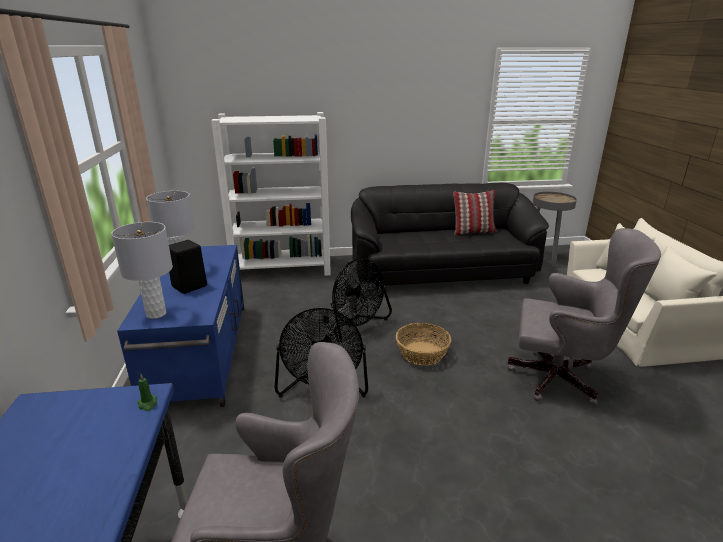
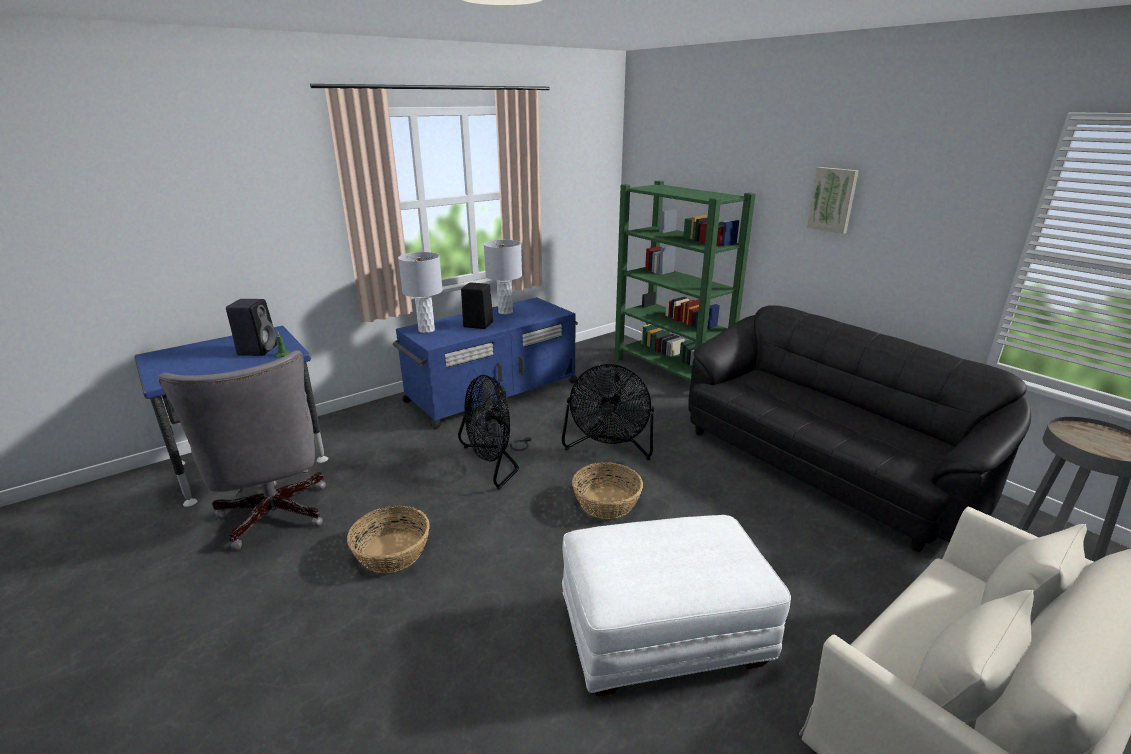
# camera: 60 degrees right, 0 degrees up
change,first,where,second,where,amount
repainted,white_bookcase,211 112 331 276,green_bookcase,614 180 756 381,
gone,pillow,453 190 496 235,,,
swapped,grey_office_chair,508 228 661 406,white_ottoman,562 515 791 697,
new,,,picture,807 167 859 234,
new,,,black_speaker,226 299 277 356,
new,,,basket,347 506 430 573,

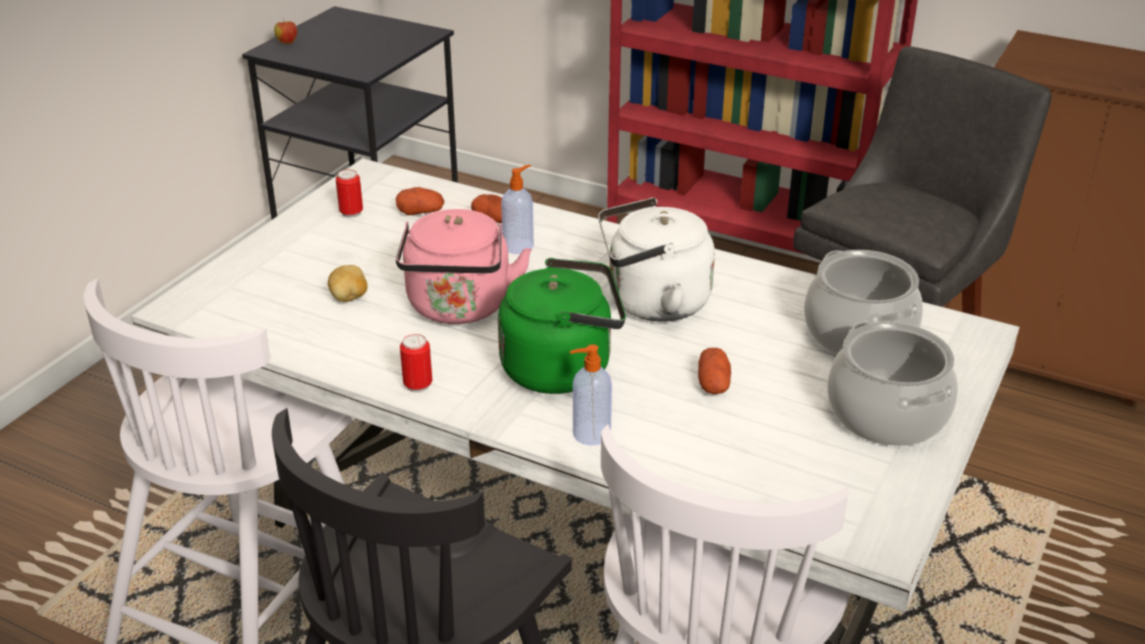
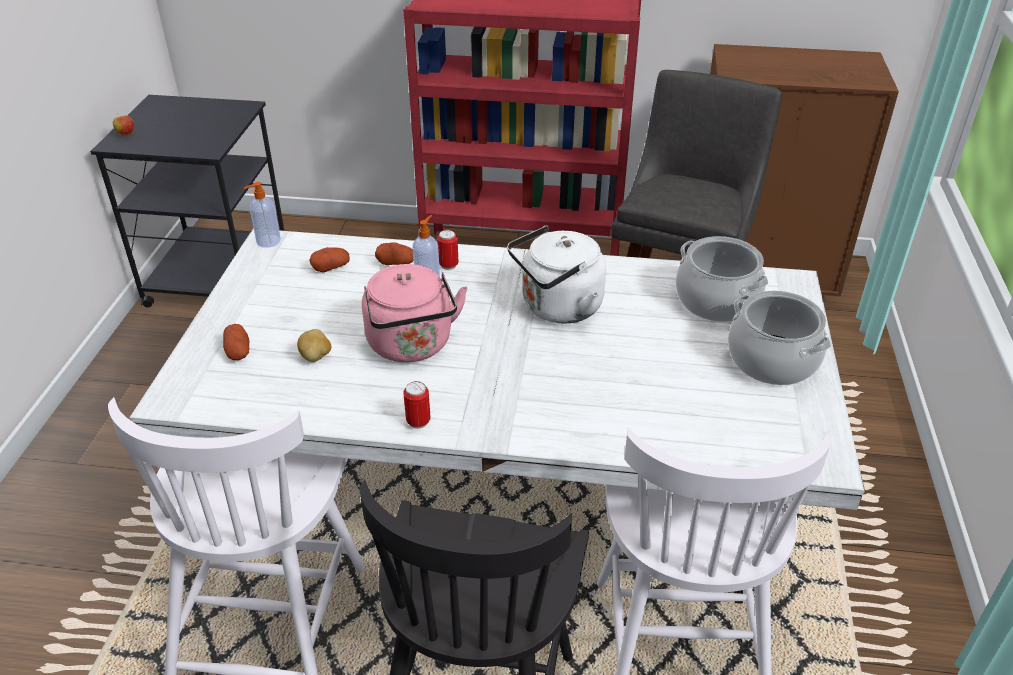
# camera: 20 degrees left, 5 degrees up
change,first,where,second,where,amount
shifted,can,336 169 363 218,,437 230 458 270,
gone,green_kettle,498 258 626 394,,,
shifted,soap_dispenser,570 344 612 445,,244 182 281 248,
shifted,potato,698 348 731 394,,223 324 249 360,

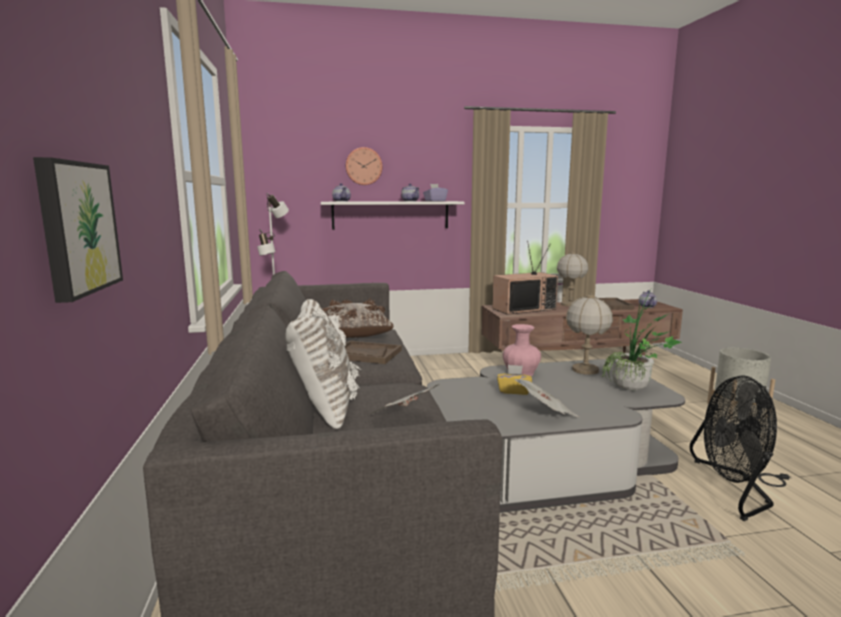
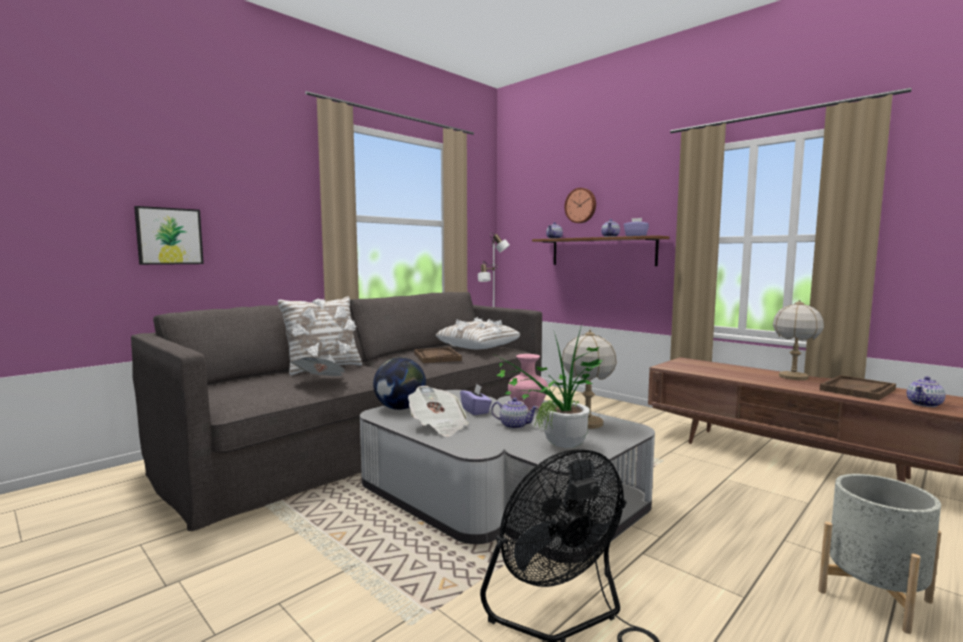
# camera: 55 degrees right, 5 degrees down
change,first,where,second,where,amount
repainted,white_shelf,321 201 465 230,brown_shelf,532 235 669 266,
gone,television,492 241 558 315,,,
repainted,brown_pillow,322 298 393 338,white_pillow,436 317 520 349,
repainted,yellow_tissue_box,497 365 532 395,purple_tissue_box,460 384 492 415,
new,,,globe,373 357 426 410,
new,,,teapot,491 398 539 429,

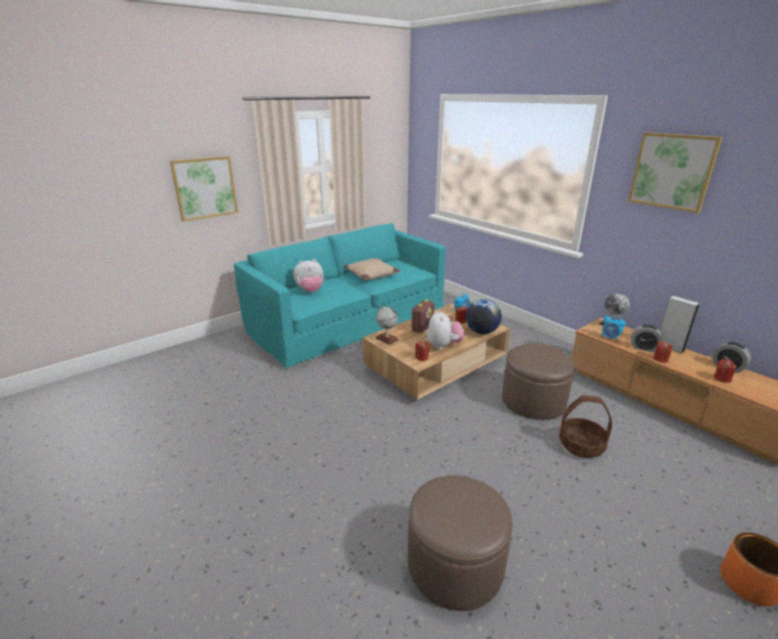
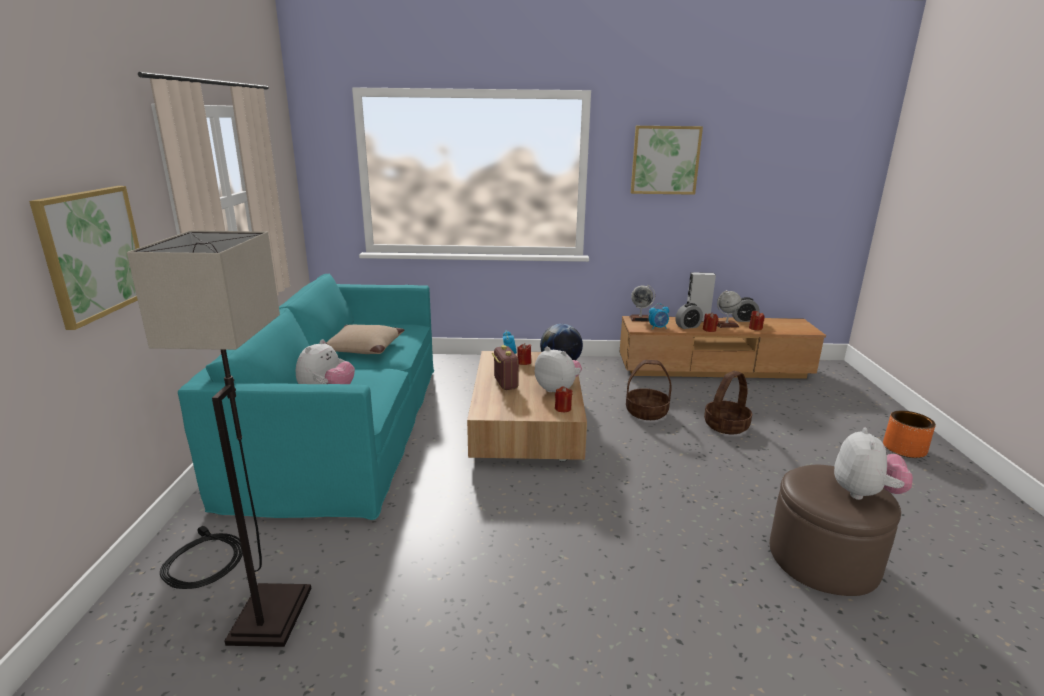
# camera: 50 degrees left, 5 degrees down
change,first,where,second,where,amount
shifted,globe,376 306 399 345,,717 290 742 328,
swapped,brown_ottoman,502 344 575 420,basket,626 360 672 420,
new,,,floor_lamp,127 231 311 647,
new,,,plush_toy,834 427 913 500,

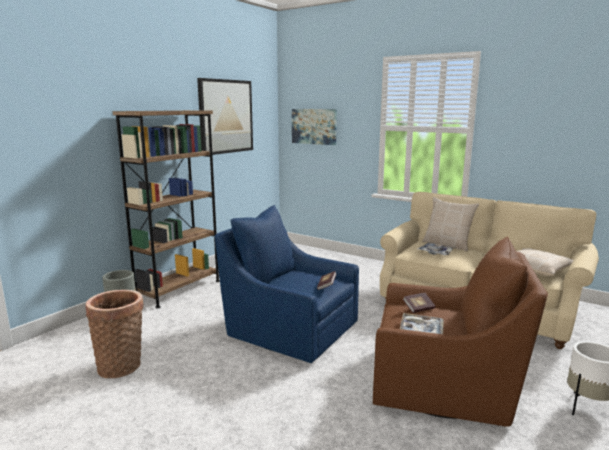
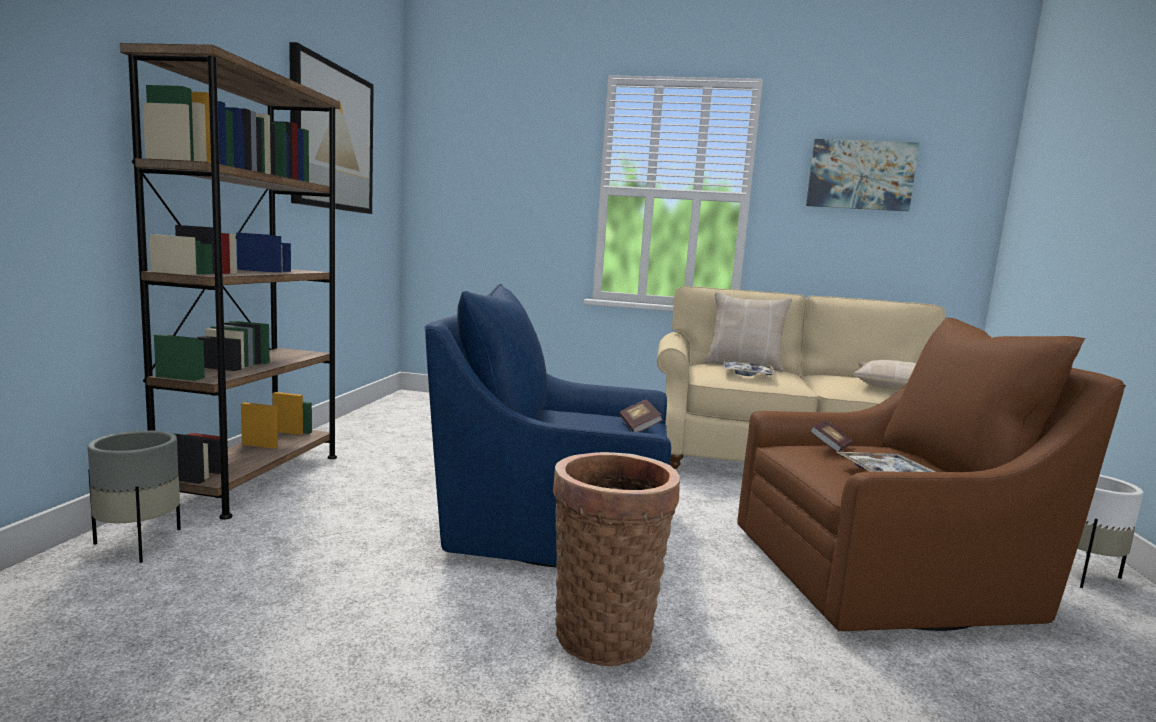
# camera: 25 degrees left, 5 degrees down
change,first,where,second,where,amount
shifted,picture,292 109 337 145,,806 139 920 211,
shifted,basket,85 290 144 378,,553 452 680 666,

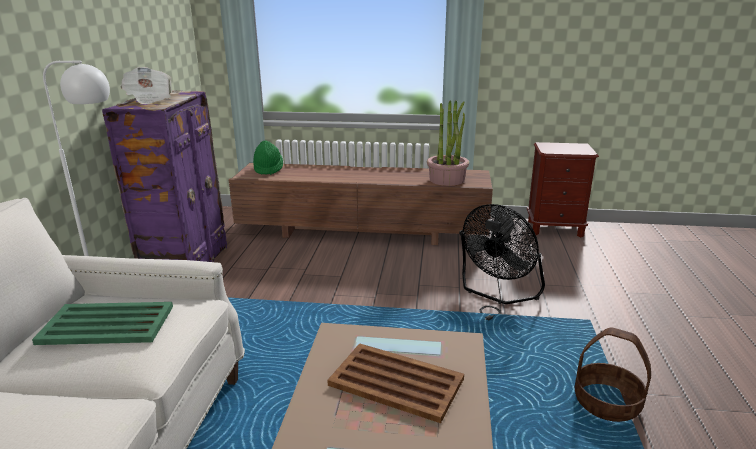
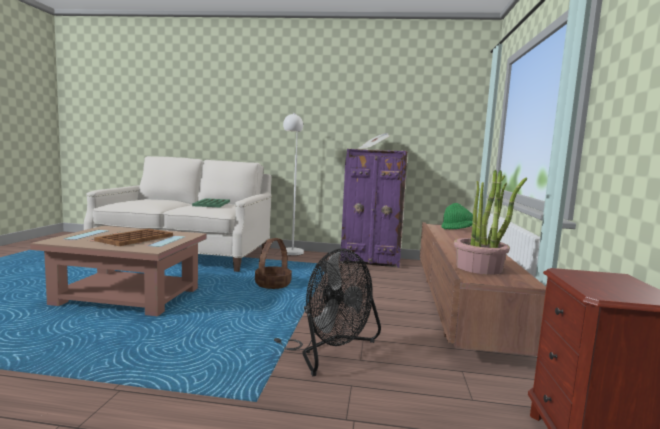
# camera: 90 degrees right, 15 degrees down
change,first,where,second,where,amount
shifted,basket,575 328 651 422,,255 238 292 289,

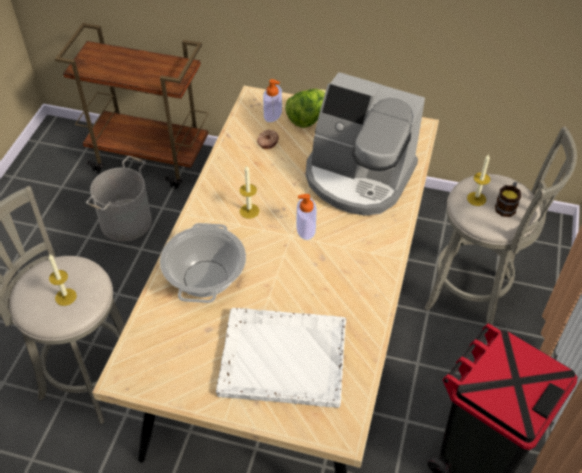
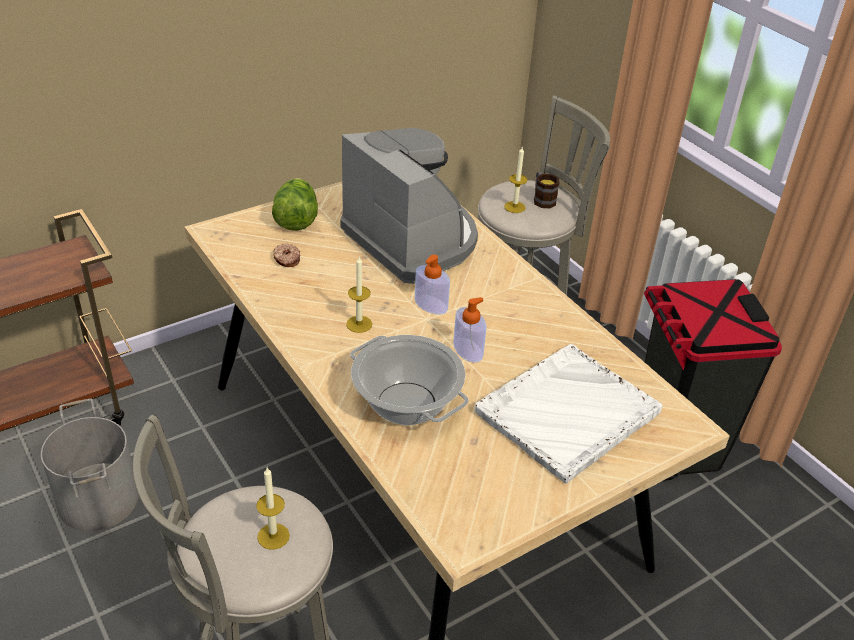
# camera: 50 degrees left, 10 degrees down
change,first,where,second,where,amount
rotated,coffee_machine,306 72 425 216,,340 128 478 284,105 degrees counterclockwise
shifted,soap_dispenser,263 79 282 122,,453 297 487 363,

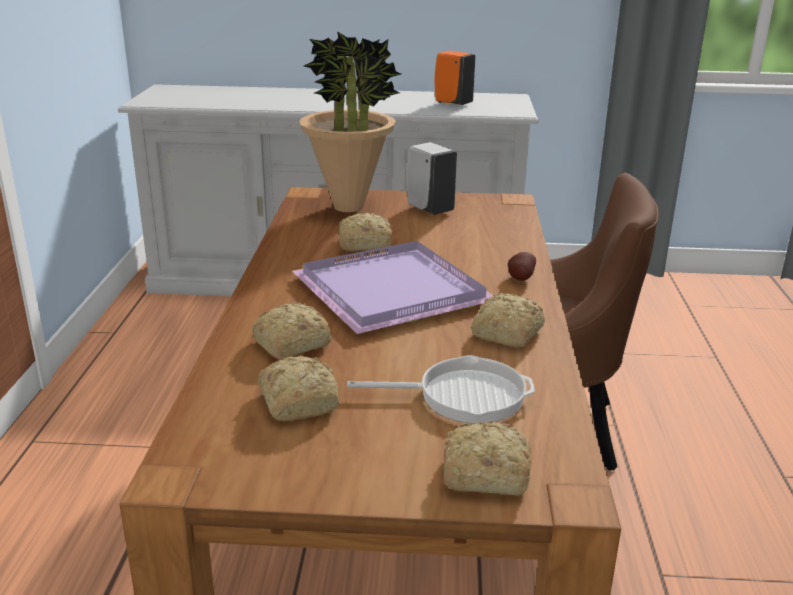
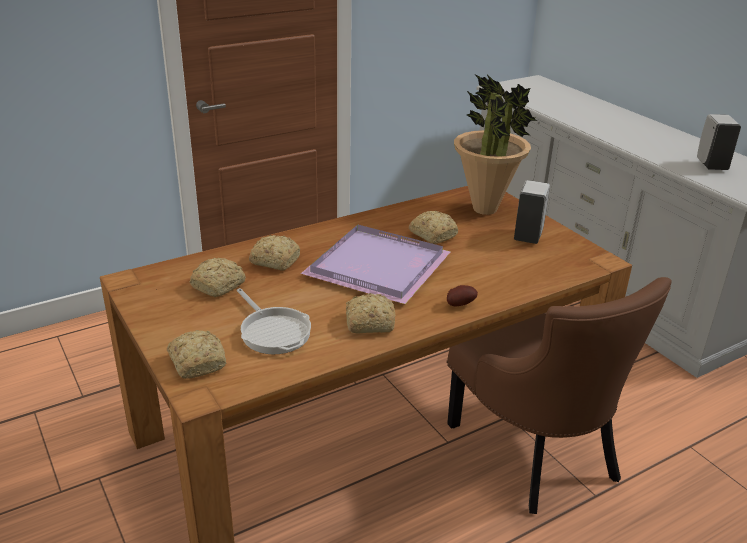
# camera: 55 degrees right, 5 degrees up
change,first,where,second,where,amount
repainted,orange_soap_dispenser,435 51 475 105,white_soap_dispenser,697 114 741 170,

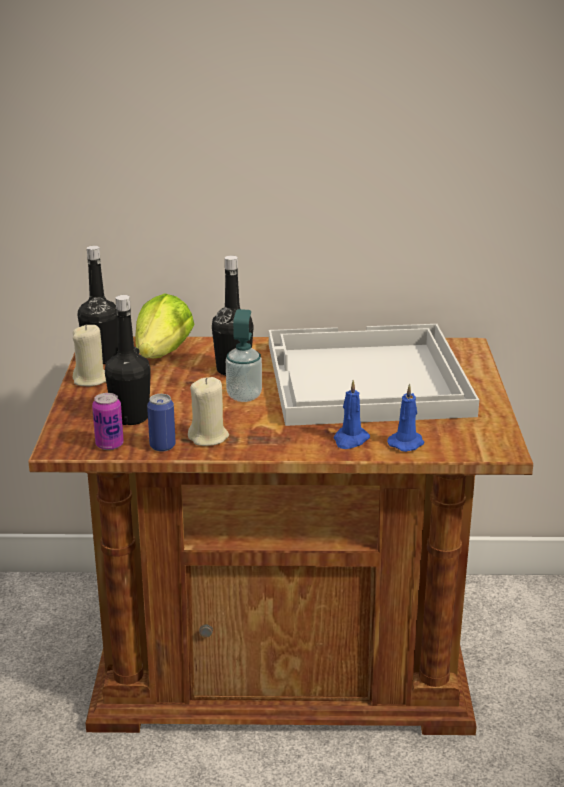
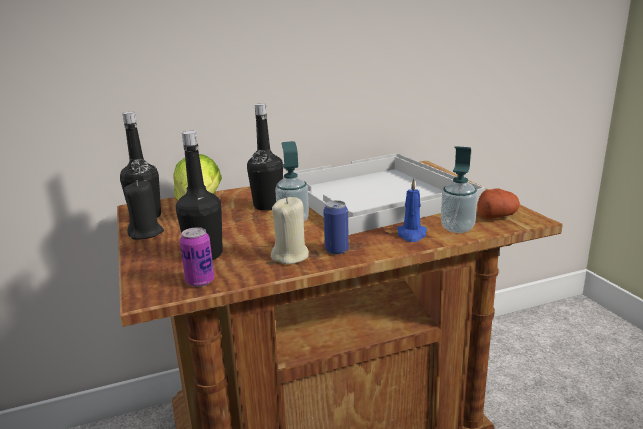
# camera: 20 degrees left, 5 degrees down
change,first,where,second,where,amount
repainted,beige_candle,73 324 106 387,black_candle,124 180 164 240,
swapped,blue_candle,387 384 425 452,soap_dispenser,441 146 478 233,
shifted,can,147 394 176 452,,323 200 349 254,
new,,,potato,477 188 520 219,

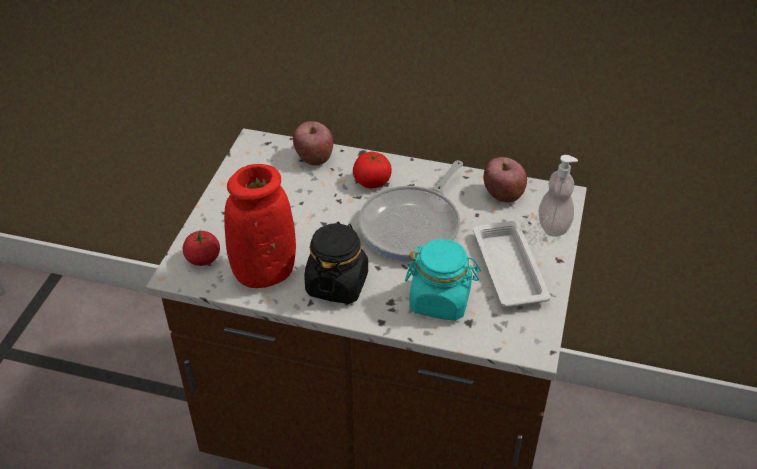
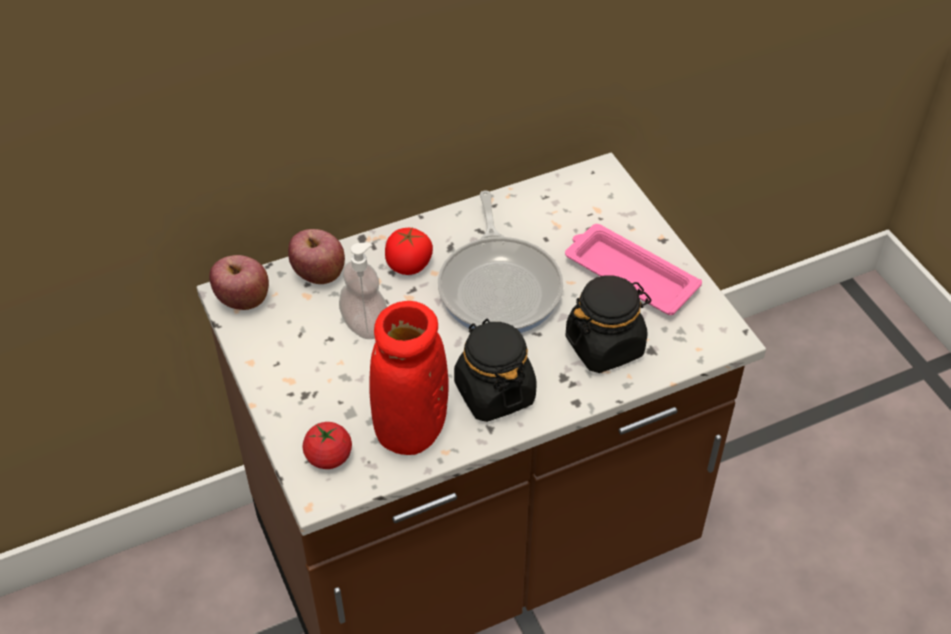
# camera: 40 degrees left, 5 degrees up
change,first,where,second,where,amount
shifted,soap_dispenser,538 155 578 237,,339 243 387 339,
shifted,apple,483 157 527 203,,209 255 269 310,
repainted,white_tray,473 221 551 307,pink_tray,565 224 702 315,
repainted,turquoise_jar,405 239 481 321,black_jar,565 275 651 373,

